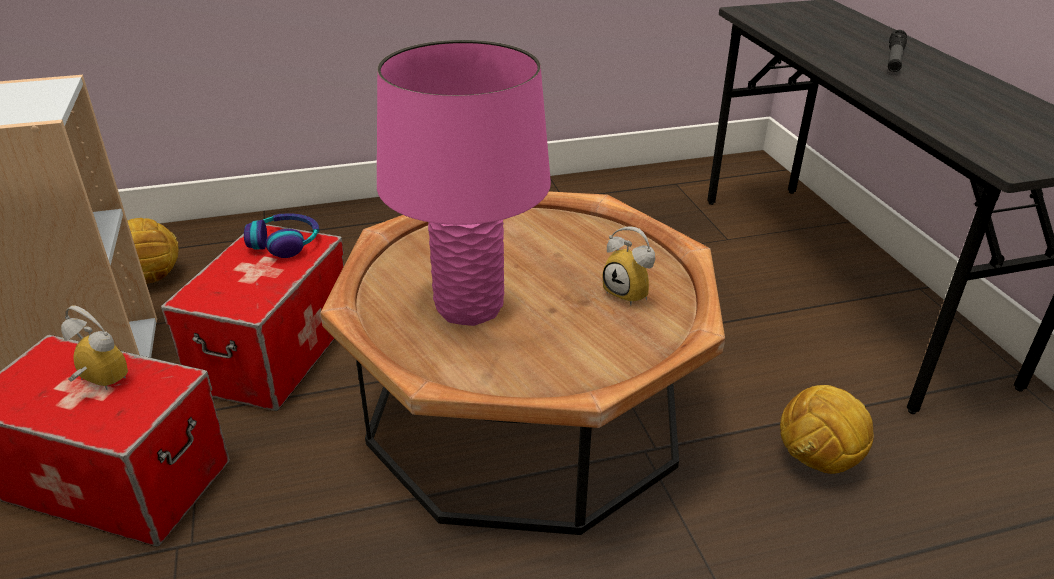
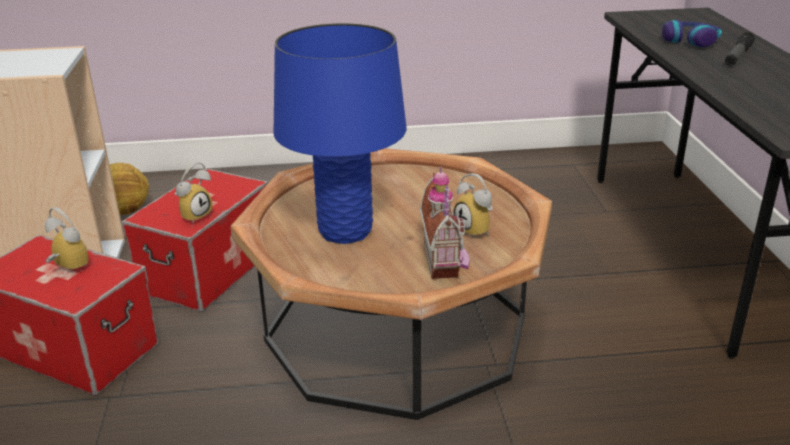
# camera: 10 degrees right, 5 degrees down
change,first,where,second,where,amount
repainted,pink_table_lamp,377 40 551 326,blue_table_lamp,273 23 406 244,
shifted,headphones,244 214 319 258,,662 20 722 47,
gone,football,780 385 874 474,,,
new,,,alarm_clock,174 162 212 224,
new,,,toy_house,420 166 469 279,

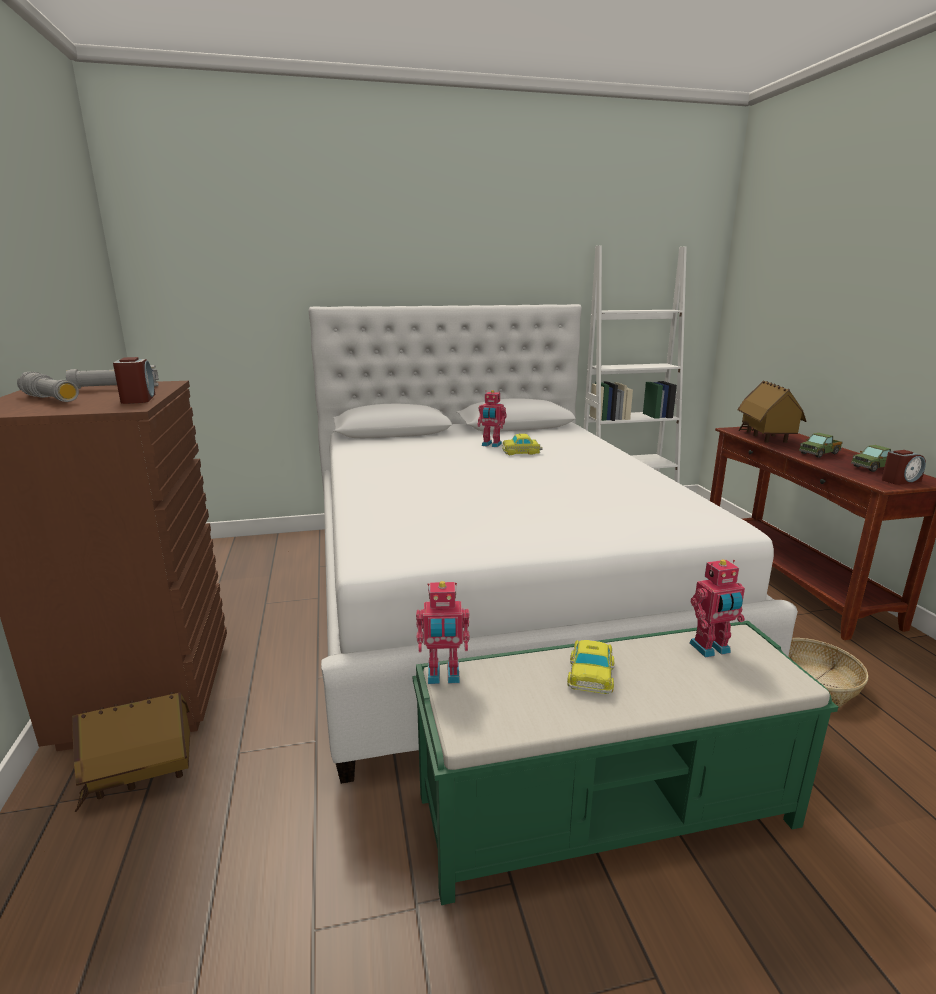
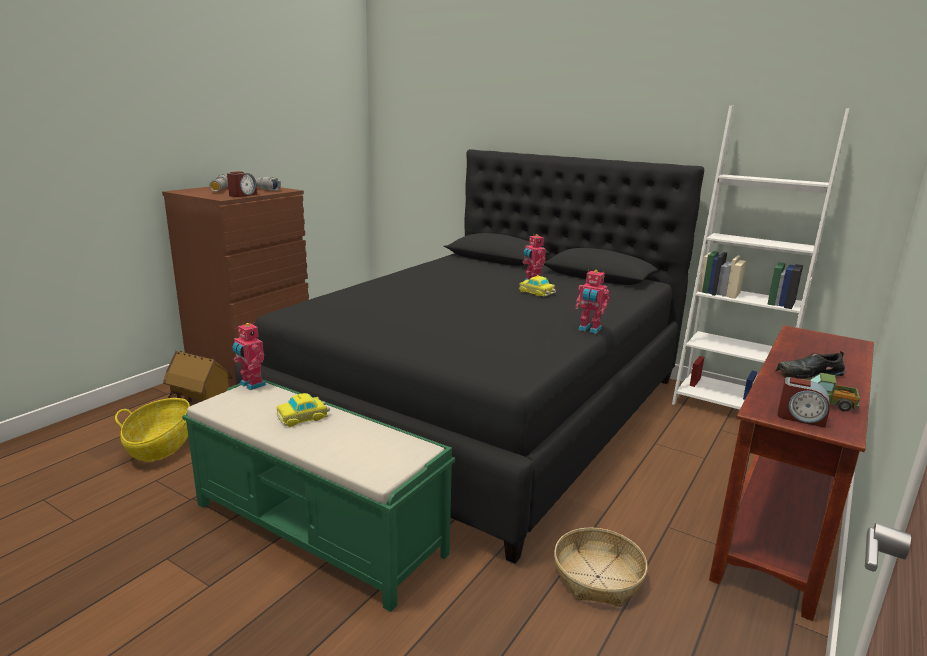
# camera: 45 degrees right, 0 degrees up
change,first,where,second,where,amount
repainted,white_bed,309 304 798 784,black_bed,235 149 704 564,
gone,toy_house,738 381 806 443,,,
swapped,toy_truck,799 433 843 458,black_shoe,774 351 845 379,
shifted,toy_robot,689 559 745 658,,575 270 610 334,
new,,,basket,115 398 190 461,

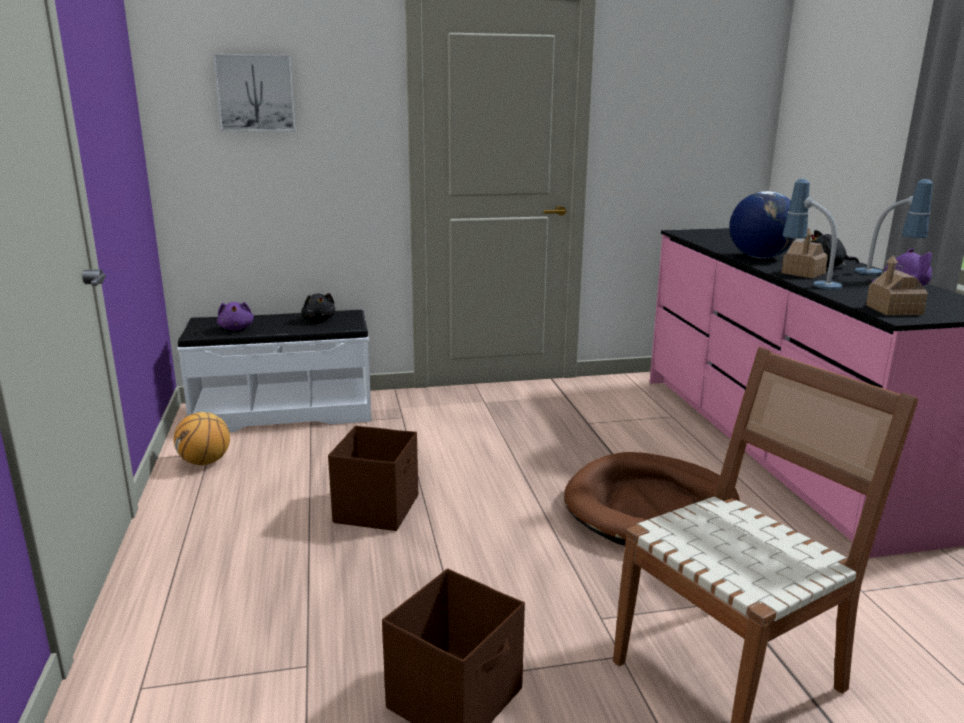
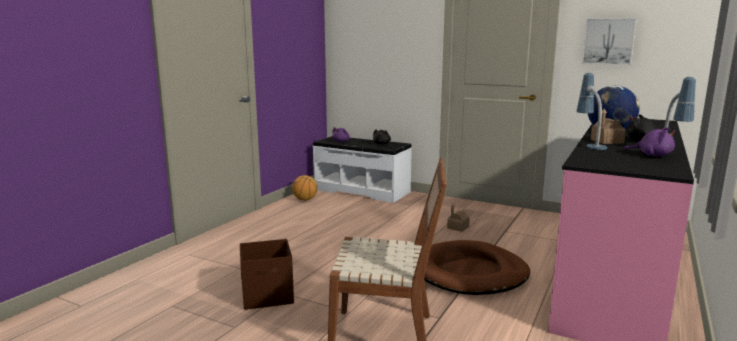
# camera: 40 degrees right, 5 degrees down
change,first,where,second,where,amount
shifted,picture,213 54 295 131,,582 18 637 65,
shifted,toy_house,866 255 928 316,,447 204 470 232,
gone,brown_storage_box,328 426 418 531,,,

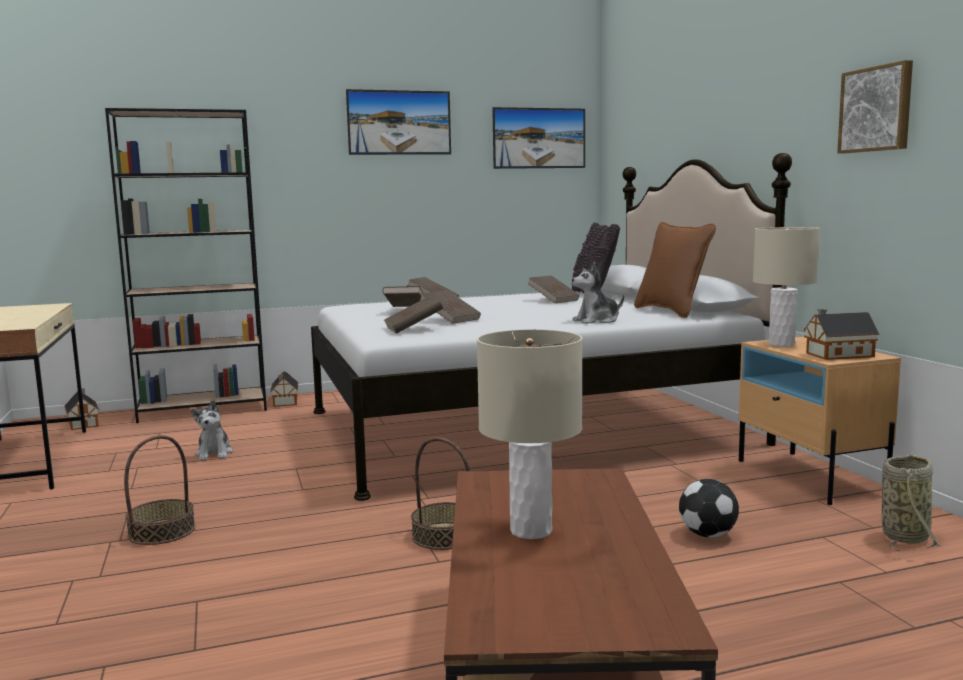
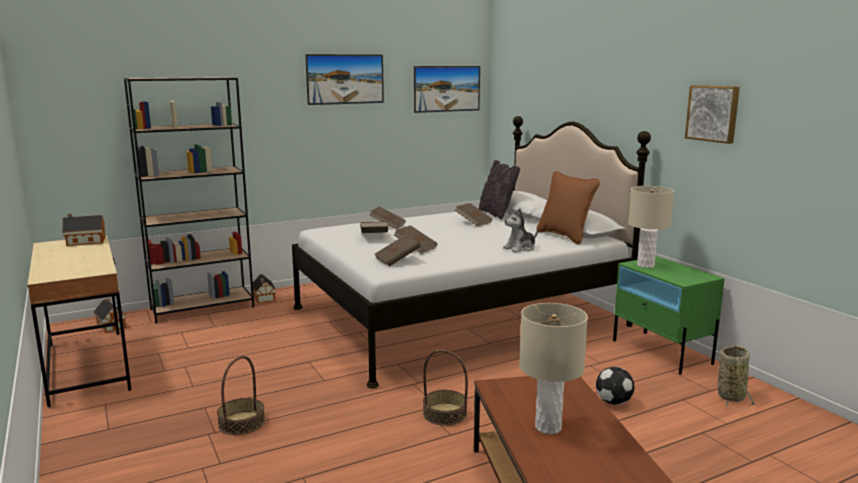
# camera: 10 degrees left, 5 degrees up
change,first,where,second,where,amount
shifted,toy_house,804 309 879 360,,62 214 106 246,
repainted,beige_nightstand,739 337 901 505,green_nightstand,613 256 725 374,
gone,plush_toy,191 400 233 461,,,

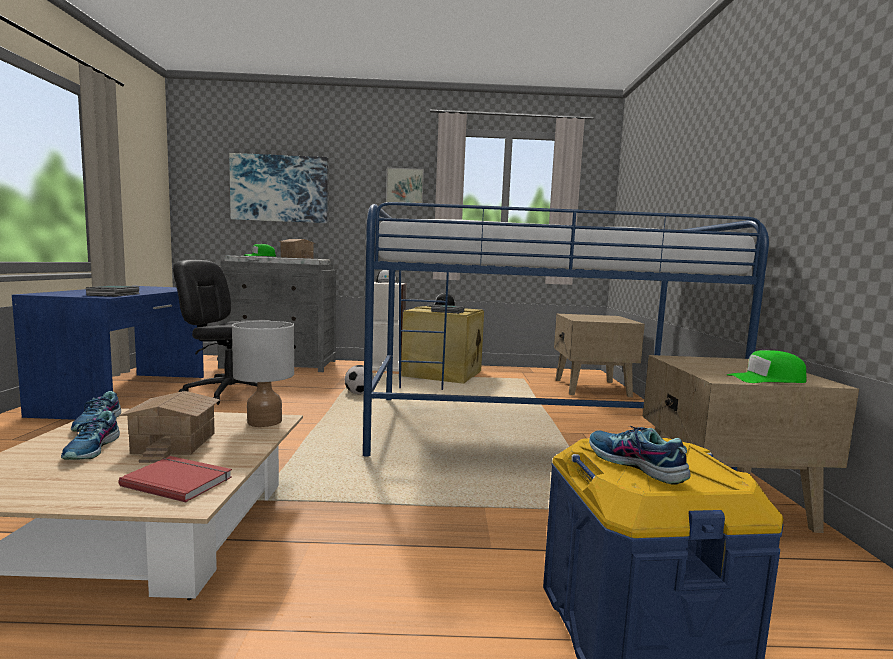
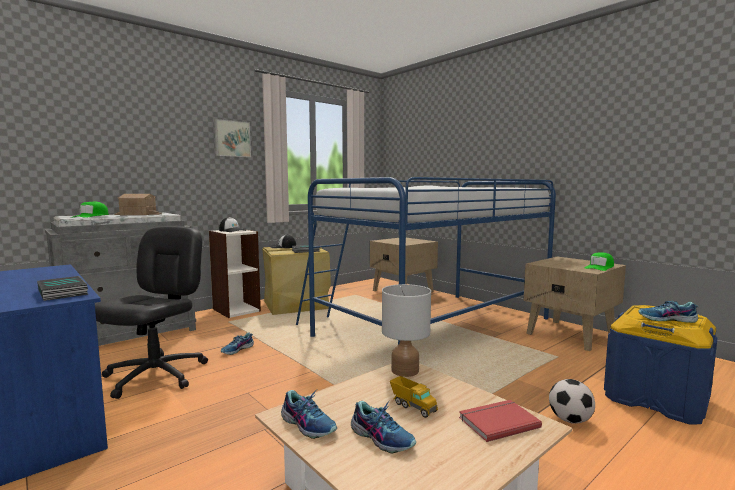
# camera: 40 degrees left, 0 degrees up
change,first,where,second,where,amount
gone,picture,229 153 328 223,,,
rotated,black_office_chair,173 260 271 405,,95 227 208 399,135 degrees clockwise
shifted,football,345 365 374 394,,549 379 595 424,
swapped,toy_house,119 391 220 463,toy_truck,390 376 438 418,
new,,,shoe,221 332 254 355,

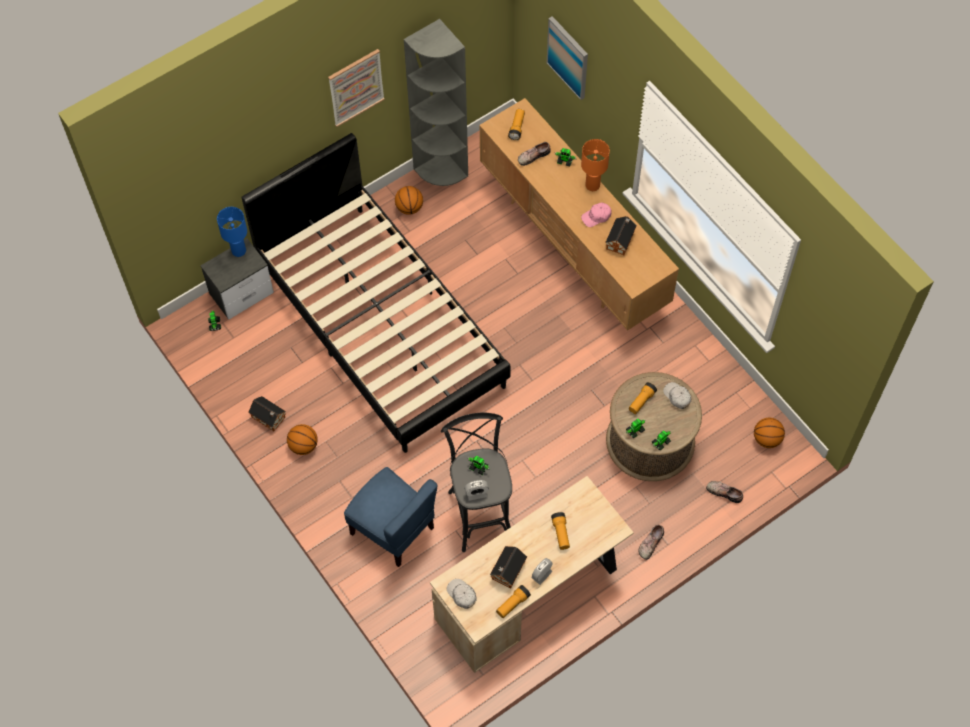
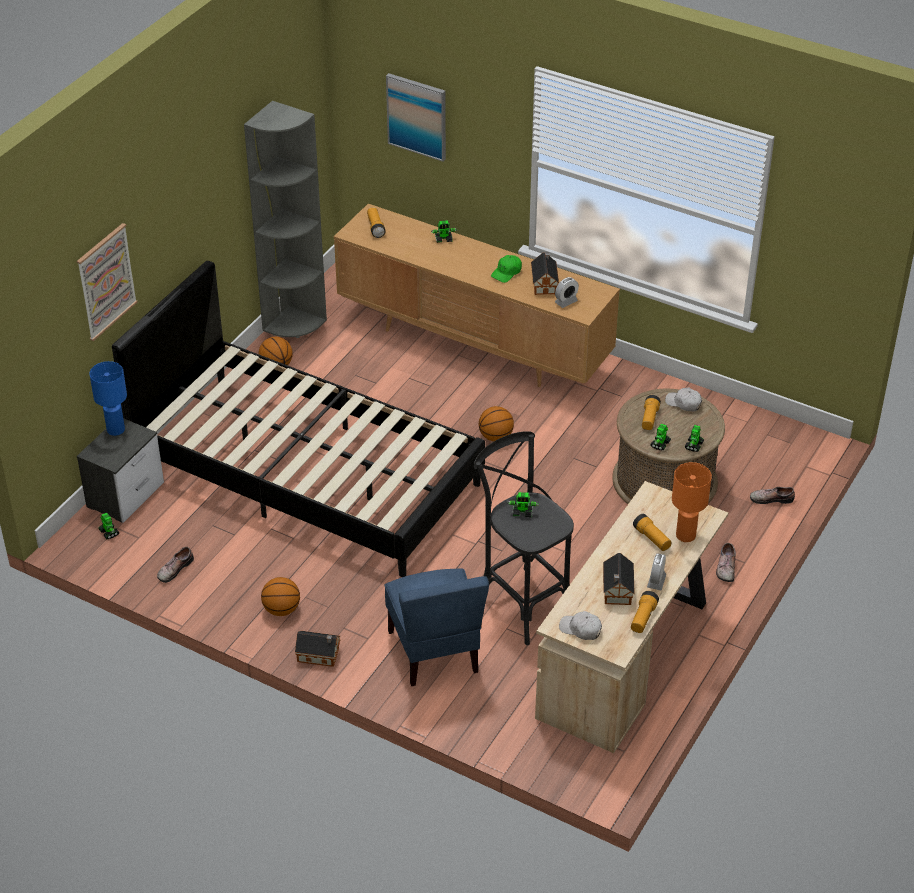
# camera: 25 degrees left, 20 degrees down
change,first,where,second,where,amount
shifted,picture,328 49 385 127,,77 223 138 341,
shifted,orange_table_lamp,581 139 610 191,,672 462 712 542,
shifted,shoe,518 142 551 166,,157 547 194 583,
repainted,pink_cap,581 203 612 227,green_cap,491 255 522 283,
shifted,toy_house,248 396 286 431,,295 631 340 667,
shifted,basketball,754 418 785 448,,479 406 514 441,
rotated,blue_chair,344 467 438 567,,384 568 489 686,60 degrees clockwise
shifted,alarm_clock,464 480 489 501,,555 277 579 308,

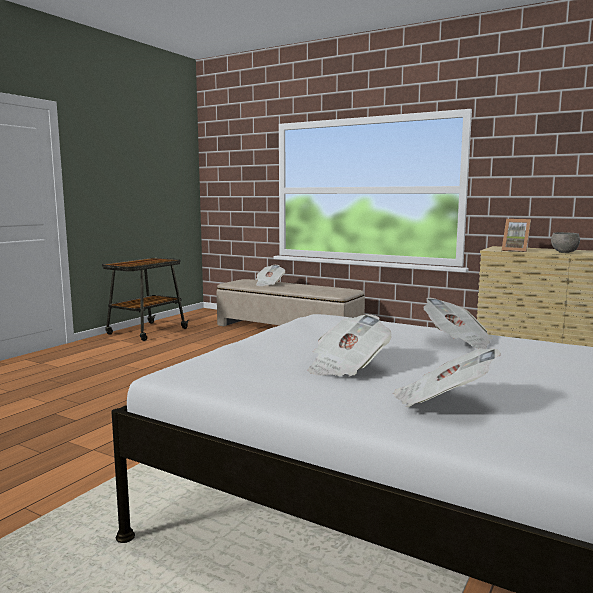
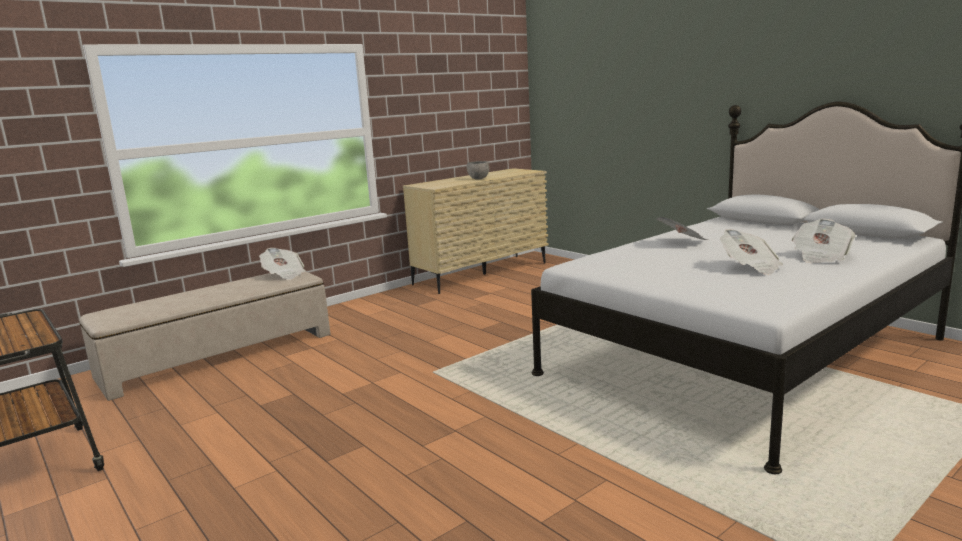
# camera: 70 degrees left, 5 degrees up
change,first,where,second,where,amount
gone,picture_frame,502 219 531 252,,,
shifted,newspaper,256 265 285 286,,259 248 306 280,

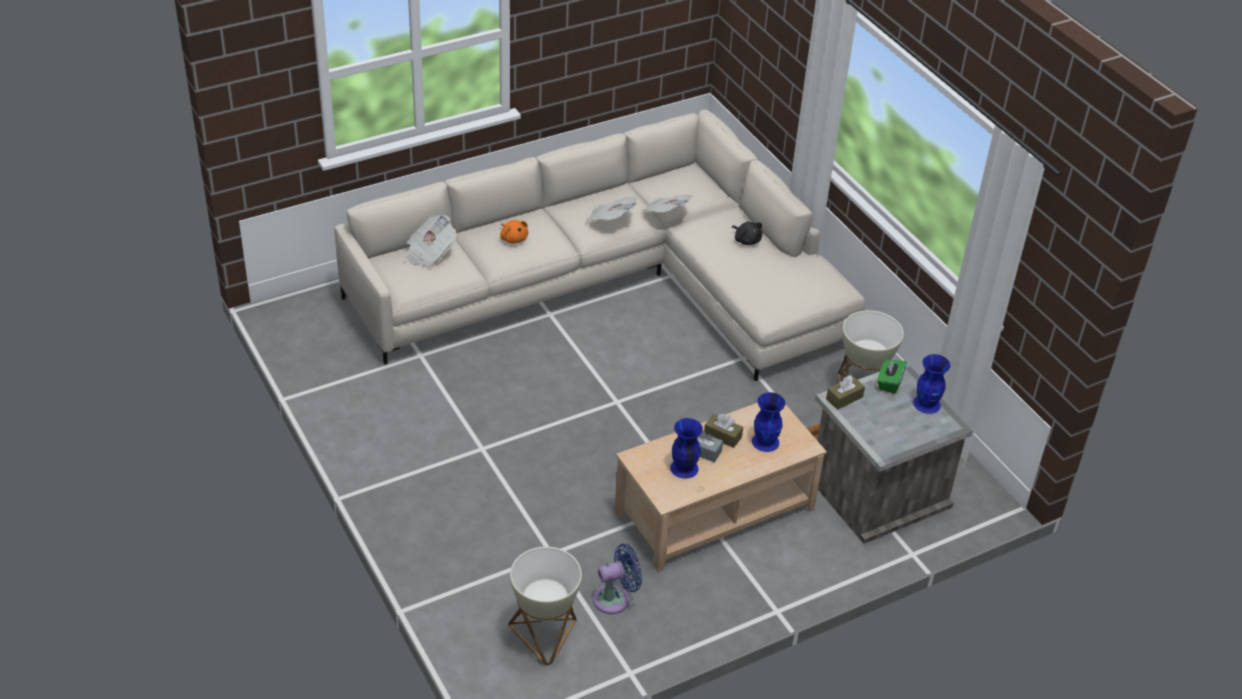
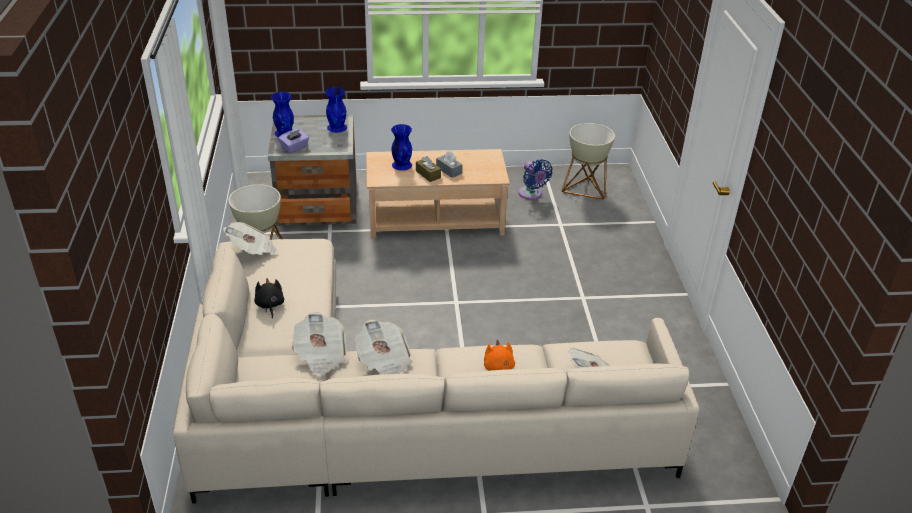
# camera: 155 degrees left, 5 degrees down
change,first,where,second,where,amount
repainted,green_tissue_box,877 358 907 394,purple_tissue_box,278 129 309 153,
gone,brown_tissue_box,826 375 865 410,,,
shifted,blue_vase,670 418 703 479,,325 87 347 133,
rotated,blue_fan,593 544 642 614,,518 159 553 200,120 degrees counterclockwise
new,,,newspaper,223 222 278 256,

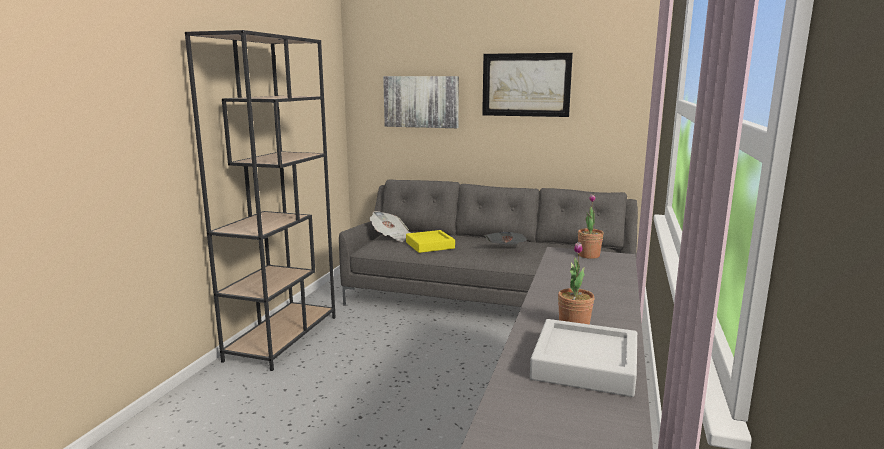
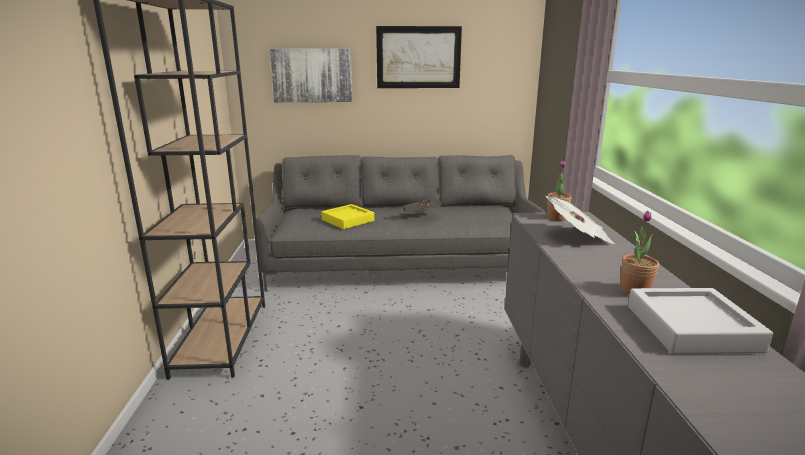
# camera: 20 degrees left, 5 degrees up
change,first,where,second,where,amount
shifted,newspaper,369 211 410 242,,546 196 615 244,

